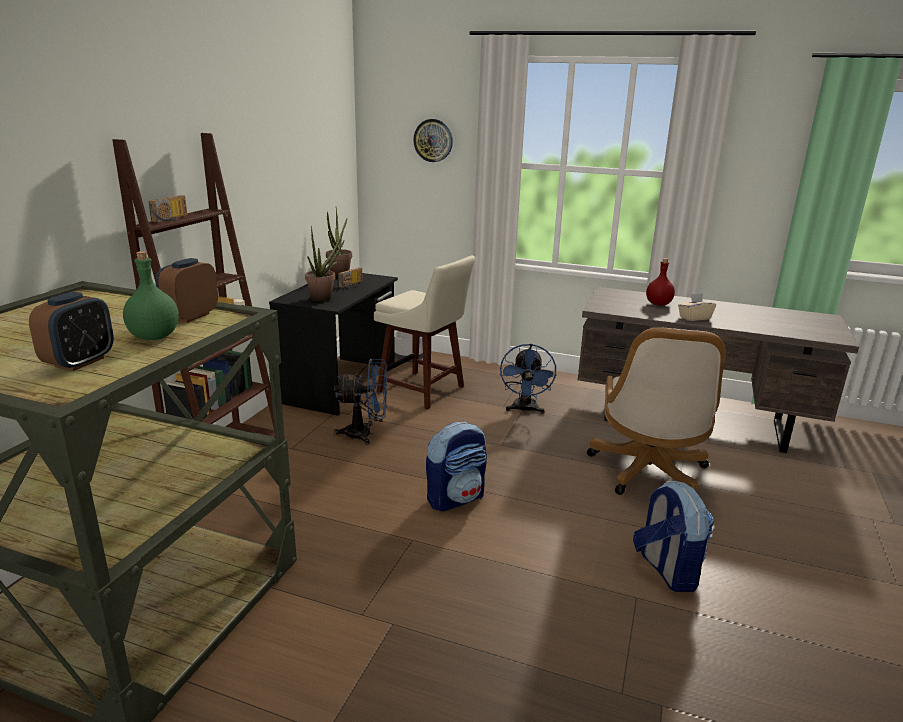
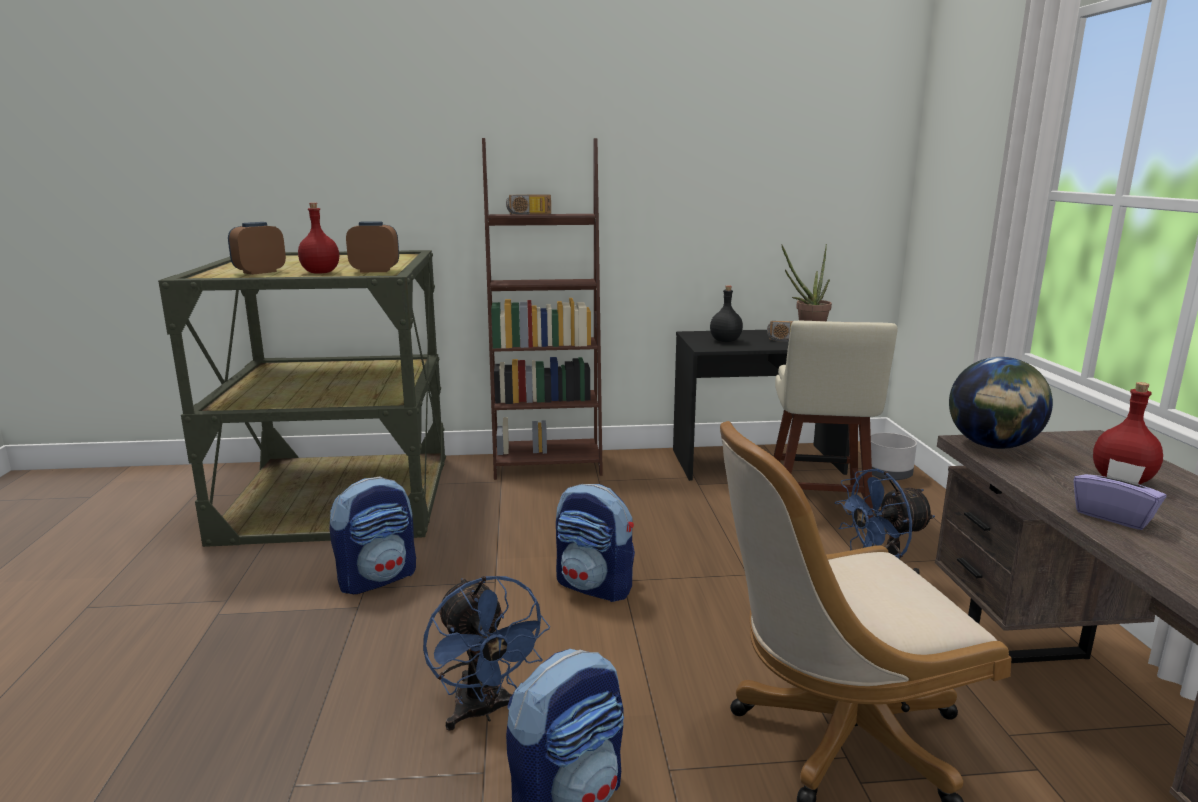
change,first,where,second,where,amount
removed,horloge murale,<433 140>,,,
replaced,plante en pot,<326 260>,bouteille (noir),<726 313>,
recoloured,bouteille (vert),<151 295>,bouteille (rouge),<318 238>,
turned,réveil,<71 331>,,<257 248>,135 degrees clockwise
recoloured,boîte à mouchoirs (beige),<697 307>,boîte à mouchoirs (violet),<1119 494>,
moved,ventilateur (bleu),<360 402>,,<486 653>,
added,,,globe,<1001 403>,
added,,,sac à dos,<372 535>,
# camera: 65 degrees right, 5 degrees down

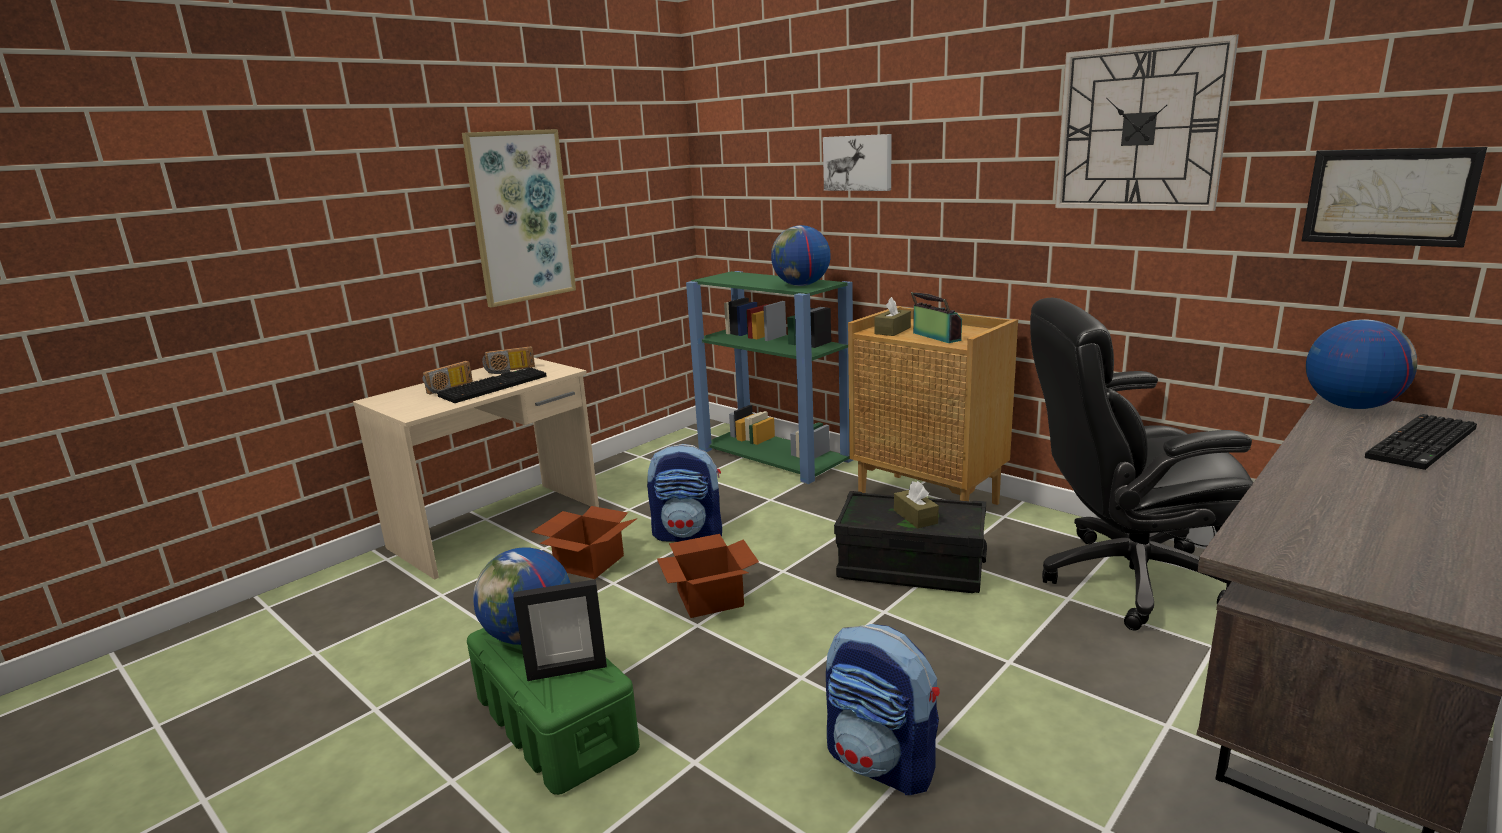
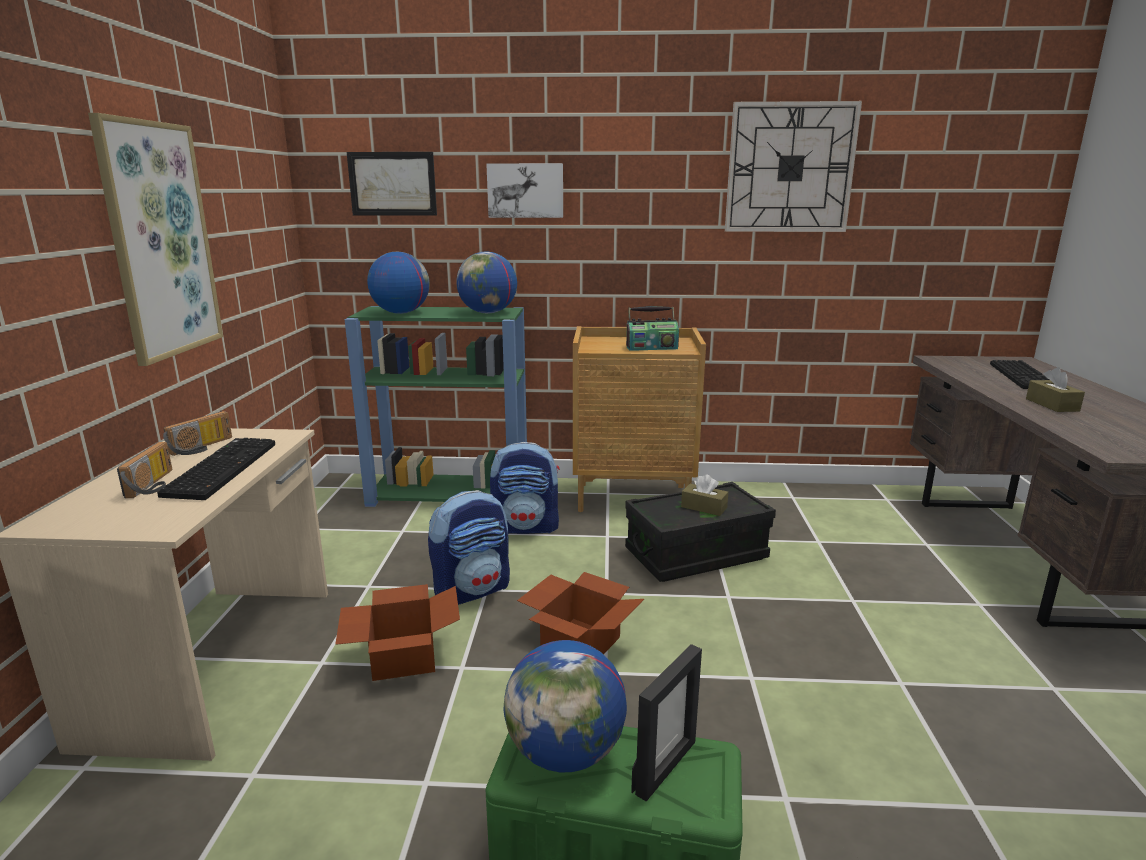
change,first,where,second,where,amount
moved,tableau,<1394 197>,,<392 184>,
turned,radio,<936 317>,,<652 328>,150 degrees clockwise
moved,boîte à mouchoirs (marron),<892 316>,,<1055 389>,
removed,chaise de bureau (noir),<1141 464>,,,
moved,globe,<1361 364>,,<398 283>,
moved,sac à dos,<883 709>,,<525 488>,
# camera: 40 degrees left, 0 degrees up

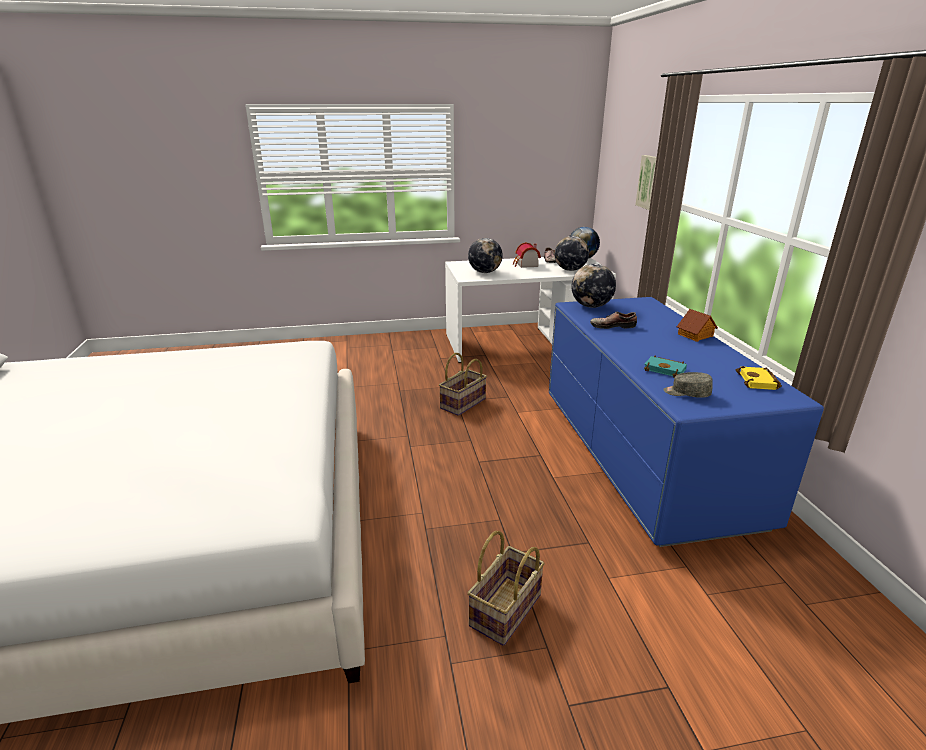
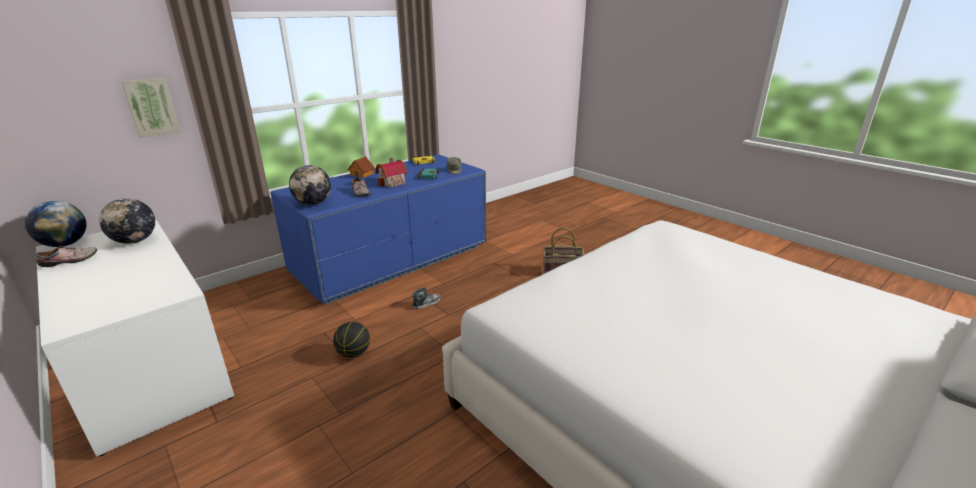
change,first,where,second,where,amount
removed,globe,<485 255>,,,
moved,maison miniature,<527 255>,,<391 173>,
replaced,panier,<463 384>,ballon de basket,<351 340>,
added,,,chaussure,<426 298>,
# camera: 120 degrees left, 0 degrees up

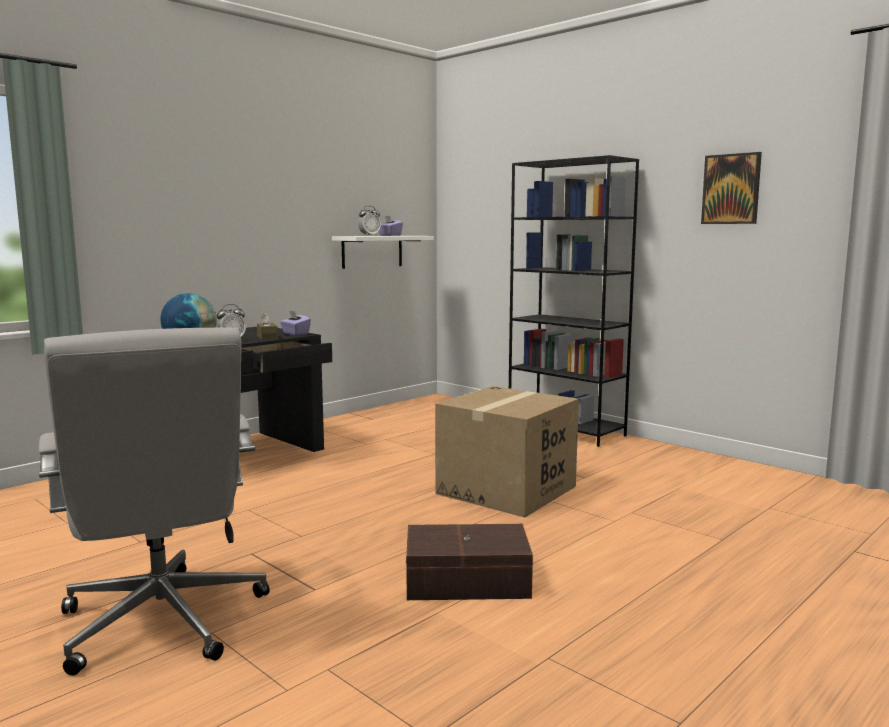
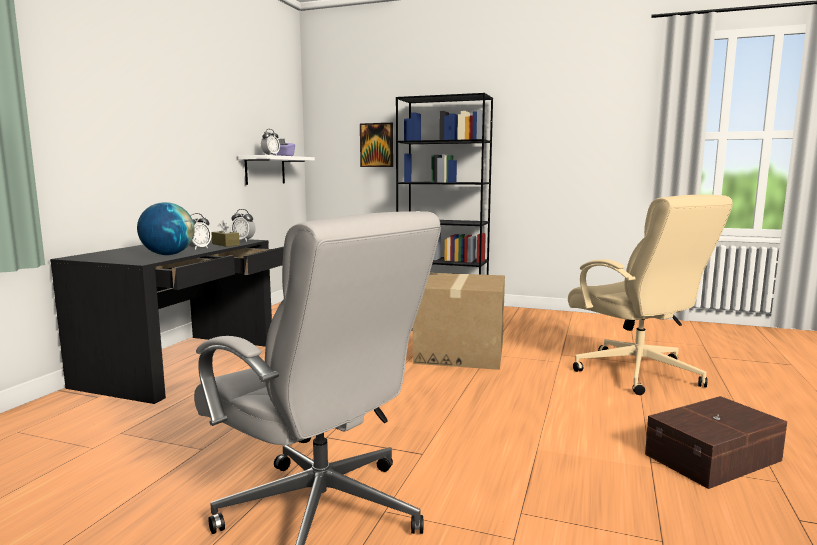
change,first,where,second,where,amount
moved,tableau,<731 188>,,<376 145>,
replaced,boîte à mouchoirs (violet),<295 323>,réveil,<243 225>,
moved,boîte de rangement (marron),<469 562>,,<716 442>,
added,,,chaise de bureau (beige),<650 295>,
# camera: 25 degrees left, 0 degrees up

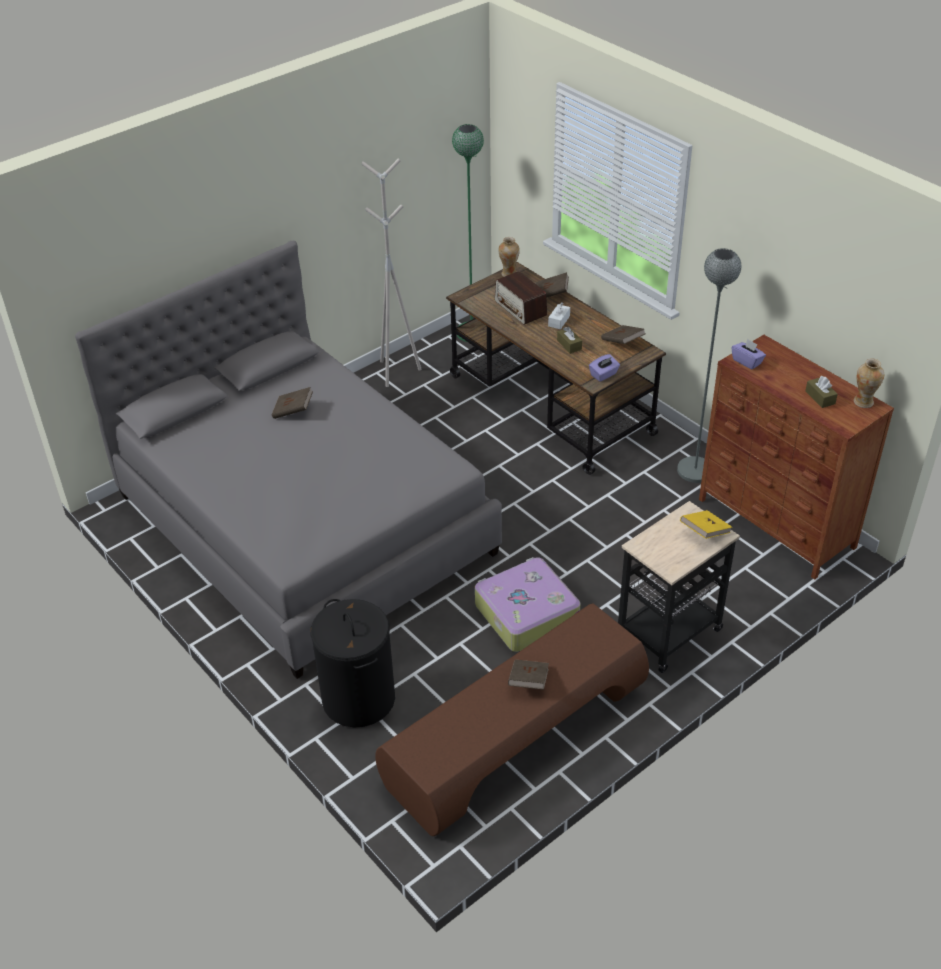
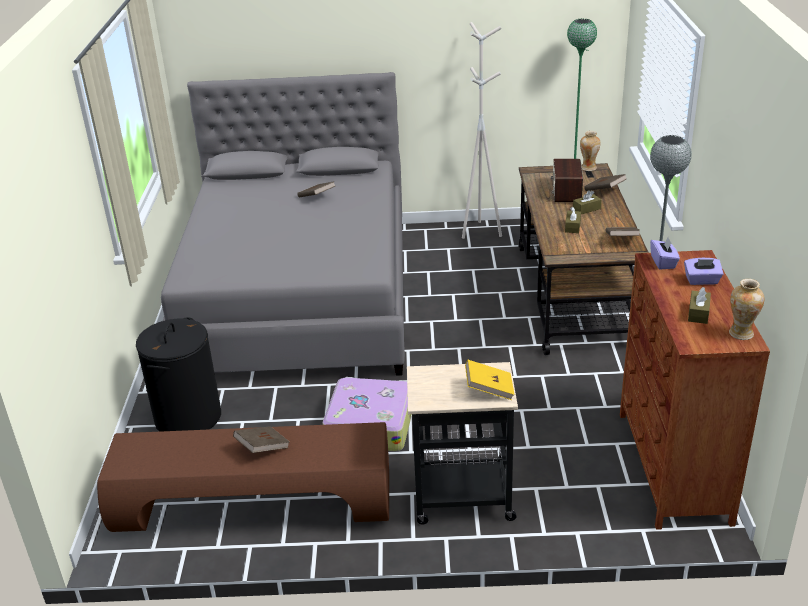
change,first,where,second,where,amount
recoloured,boîte à mouchoirs (blanc),<559 316>,boîte à mouchoirs (marron),<587 202>,
moved,boîte à mouchoirs (violet),<604 368>,,<704 271>,
# camera: 40 degrees right, 10 degrees down

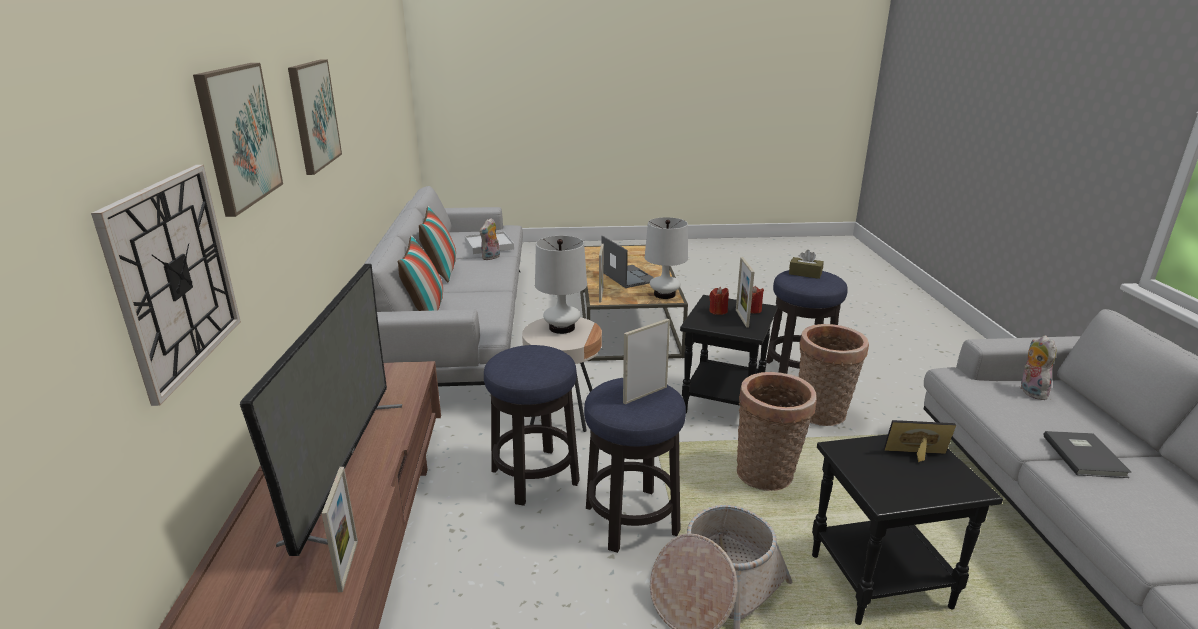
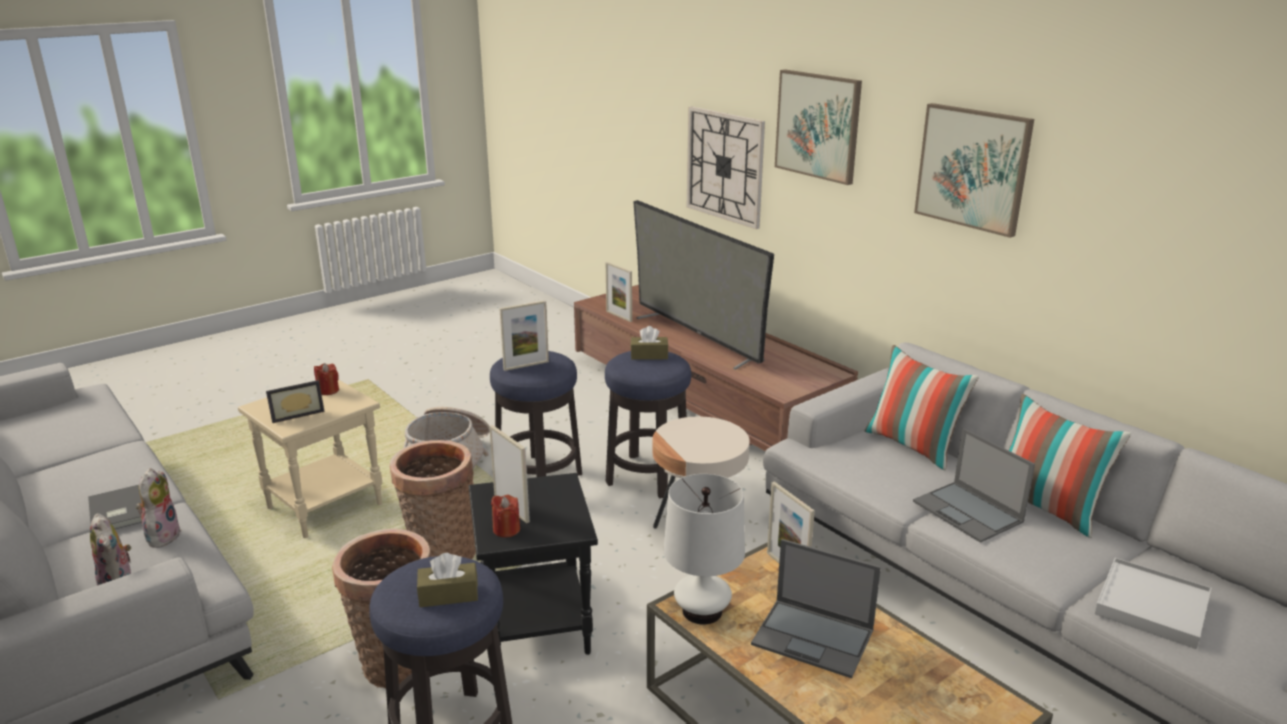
change,first,where,second,where,amount
moved,peluche,<489 239>,,<158 508>,
removed,lampe de table (blanc),<561 285>,,,
moved,bougie (rouge),<719 301>,,<326 379>,
turned,cadre photo,<646 361>,,<524 335>,45 degrees clockwise
recoloured,table d'appoint (noir),<907 529>,table d'appoint (beige),<310 458>,
added,,,boîte à mouchoirs (marron),<649 343>,
added,,,ordinateur portable,<974 485>,
# camera: 145 degrees right, 0 degrees up

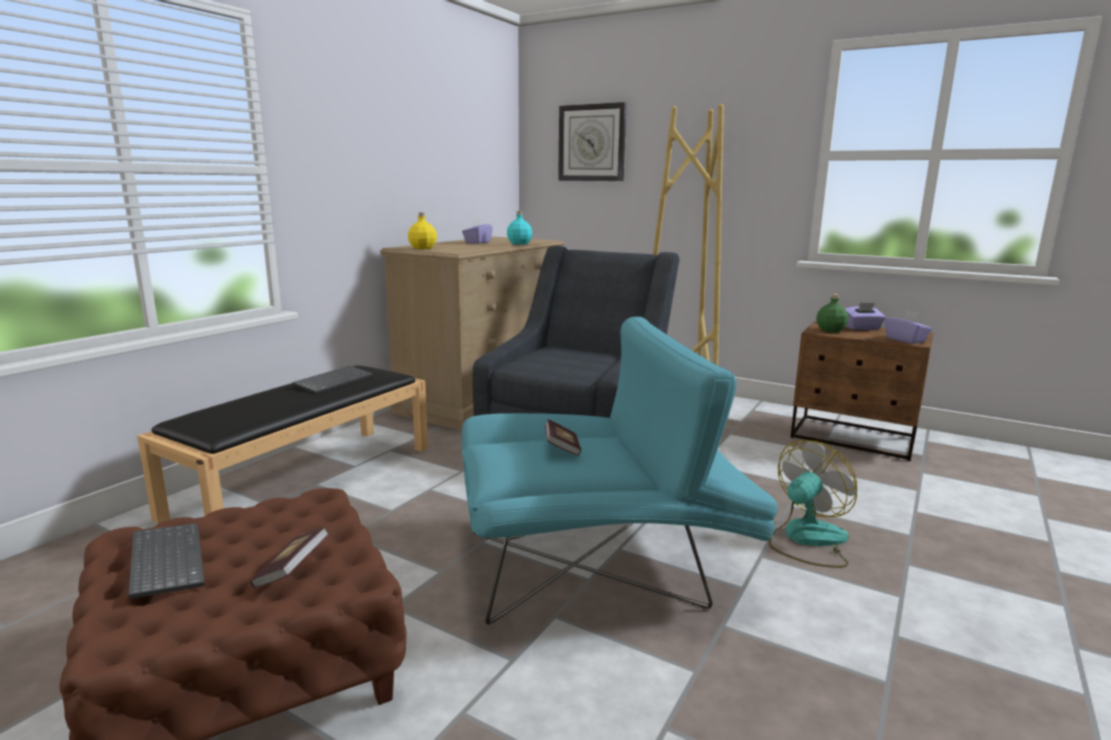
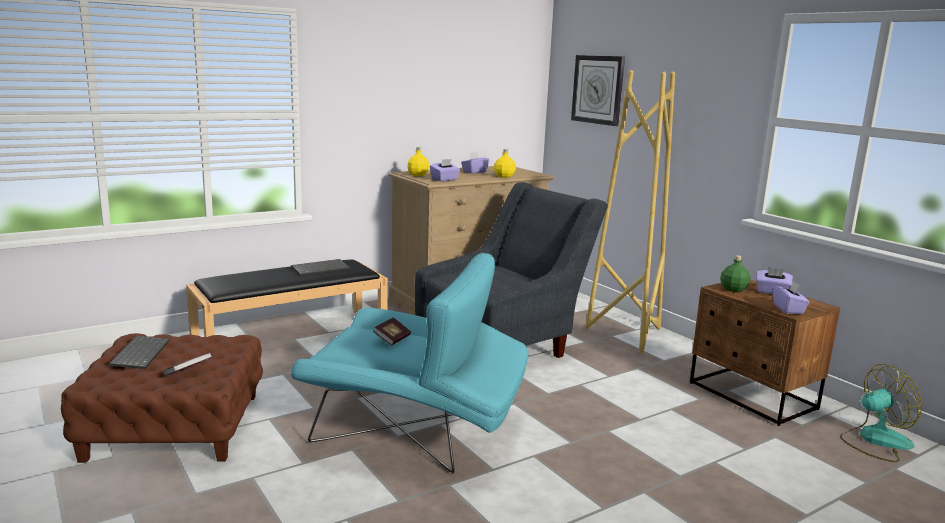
change,first,where,second,where,amount
recoloured,bouteille (turquoise),<519 228>,bouteille (jaune),<505 163>,
moved,ventilateur,<813 504>,,<881 413>,
added,,,boîte à mouchoirs (violet),<445 170>,
# camera: 25 degrees right, 0 degrees up

